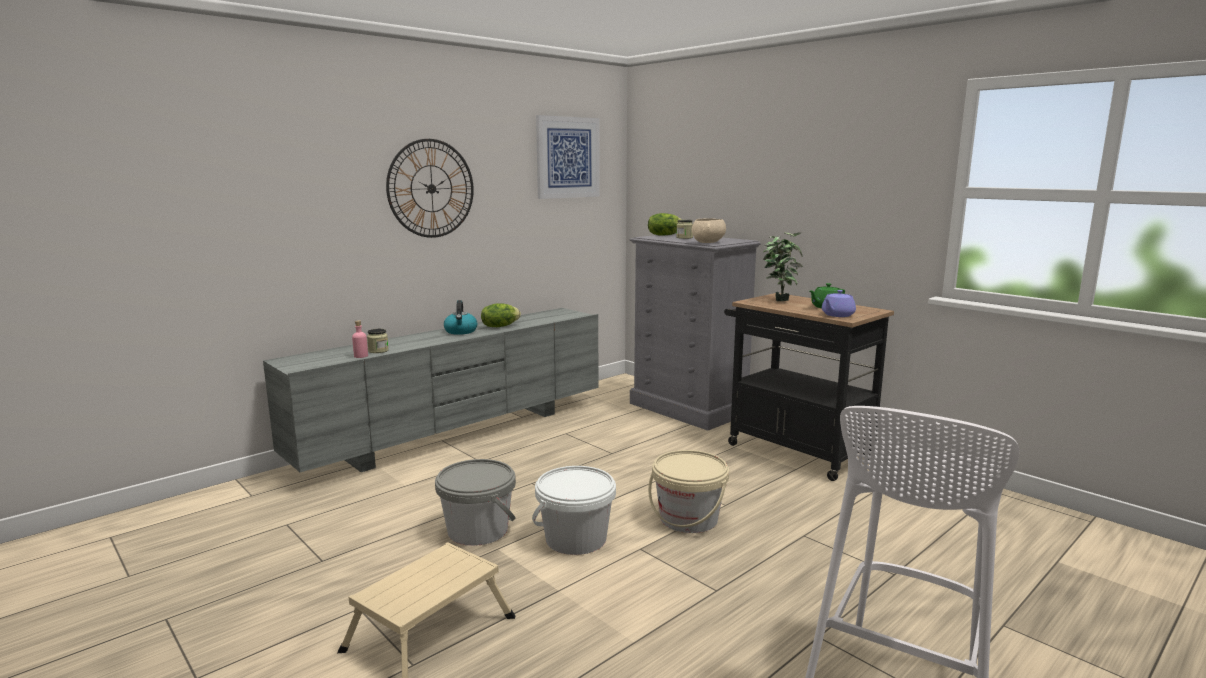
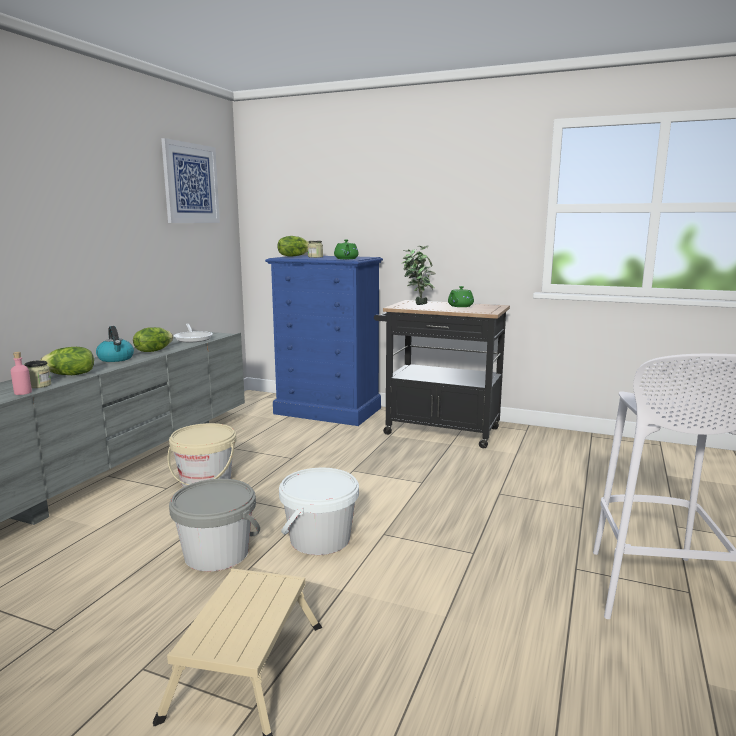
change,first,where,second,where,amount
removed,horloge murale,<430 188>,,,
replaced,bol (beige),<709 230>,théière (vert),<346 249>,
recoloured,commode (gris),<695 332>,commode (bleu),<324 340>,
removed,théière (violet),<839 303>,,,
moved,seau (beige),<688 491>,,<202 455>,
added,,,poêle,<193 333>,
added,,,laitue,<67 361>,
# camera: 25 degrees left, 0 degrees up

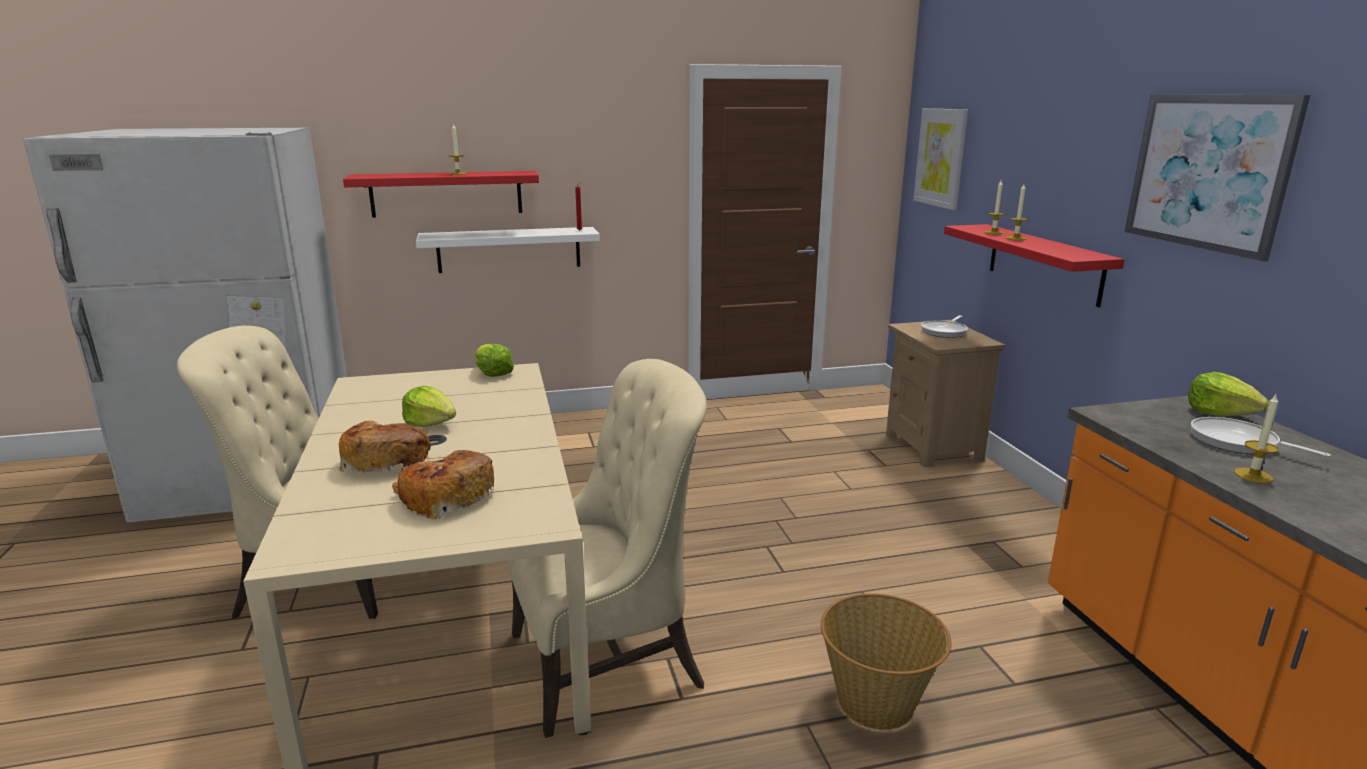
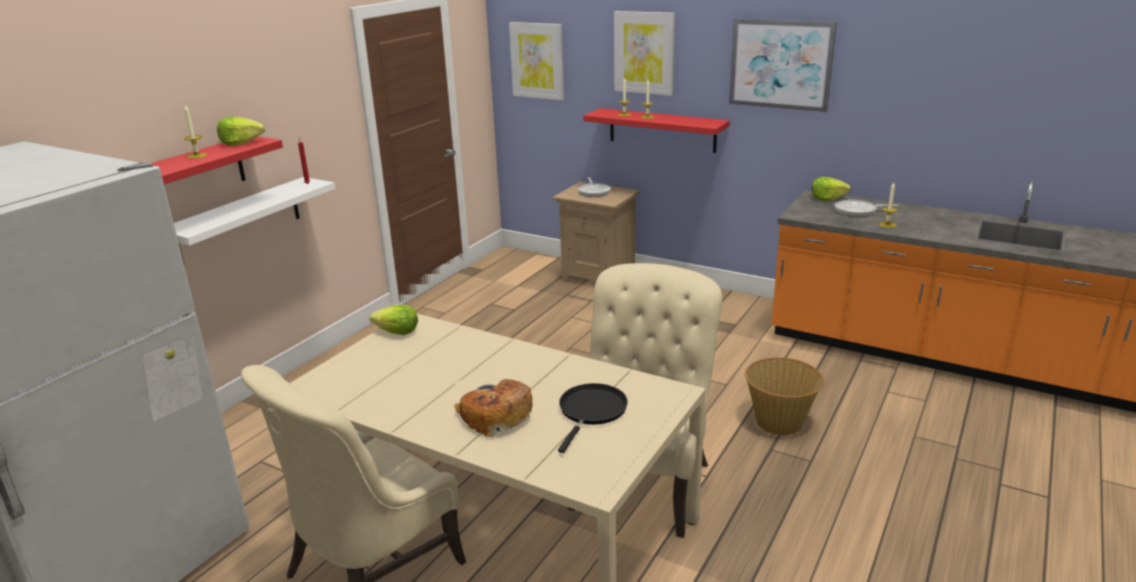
change,first,where,second,where,amount
moved,laitue,<429 406>,,<241 131>,
replaced,pain,<443 485>,poêle (noir),<593 418>,
added,,,tableau,<644 53>,
# camera: 45 degrees left, 5 degrees up

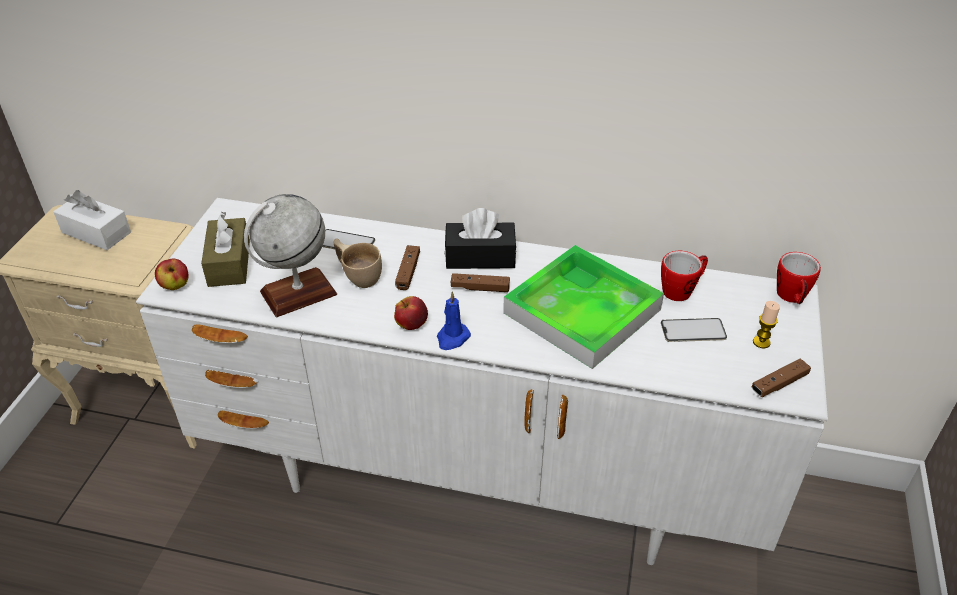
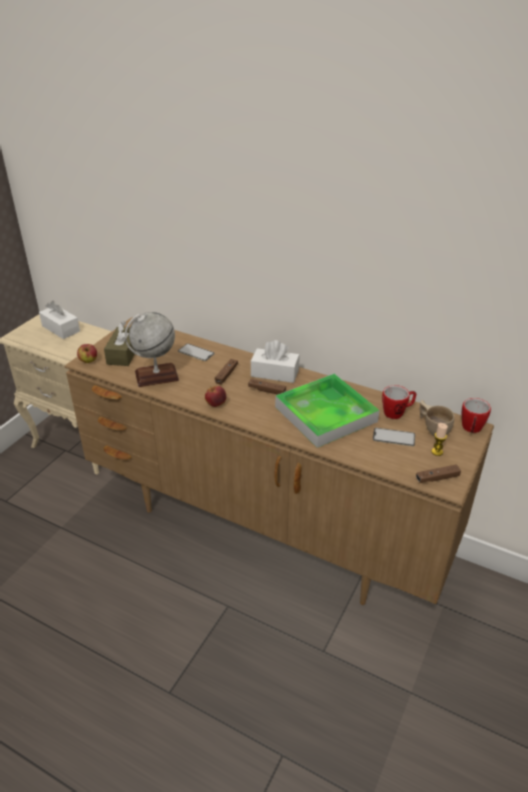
change,first,where,second,where,amount
recoloured,commode (blanc),<482 381>,commode (marron),<279 461>,
recoloured,boîte à mouchoirs (noir),<481 238>,boîte à mouchoirs (blanc),<275 361>,
moved,tasse (beige),<357 263>,,<437 418>,
removed,bougie (bleu),<454 321>,,,
# camera: 15 degrees right, 5 degrees down

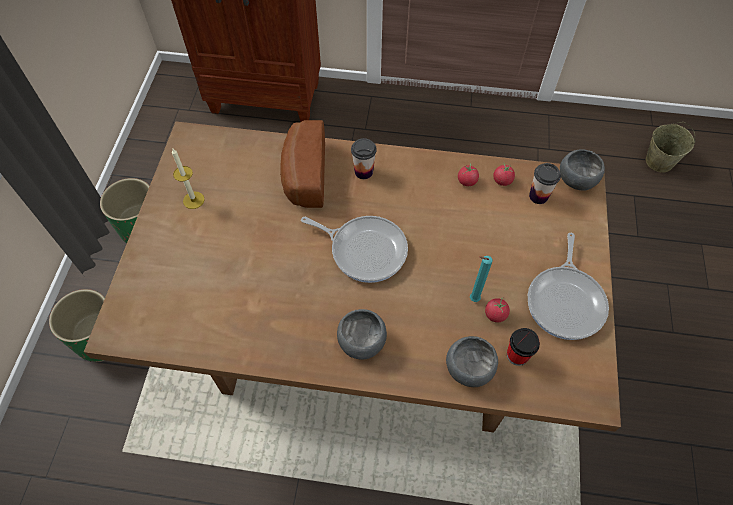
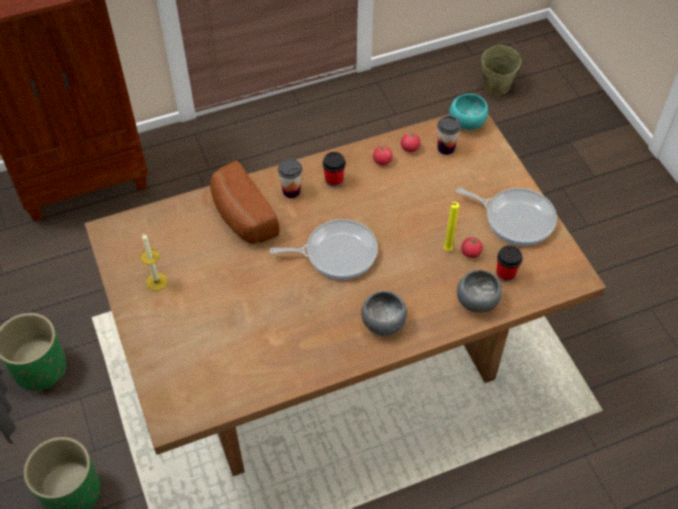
change,first,where,second,where,amount
recoloured,bol (gris),<582 170>,bol (turquoise),<468 112>,
turned,poêle,<568 286>,,<506 217>,45 degrees counterclockwise
recoloured,bougie (turquoise),<481 279>,bougie (jaune),<451 226>,
added,,,tasse,<334 170>,
# camera: 30 degrees left, 5 degrees down

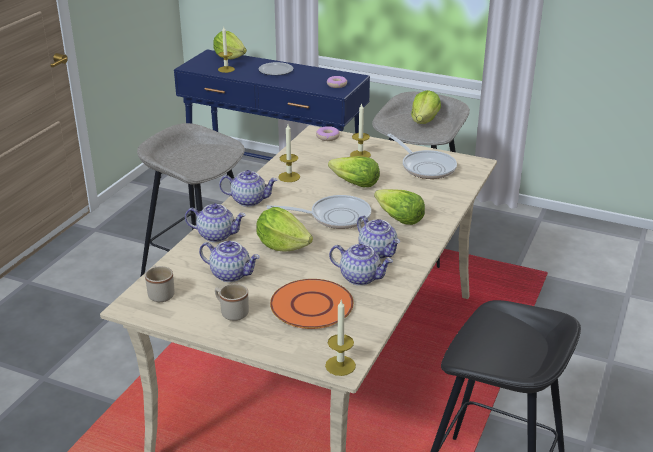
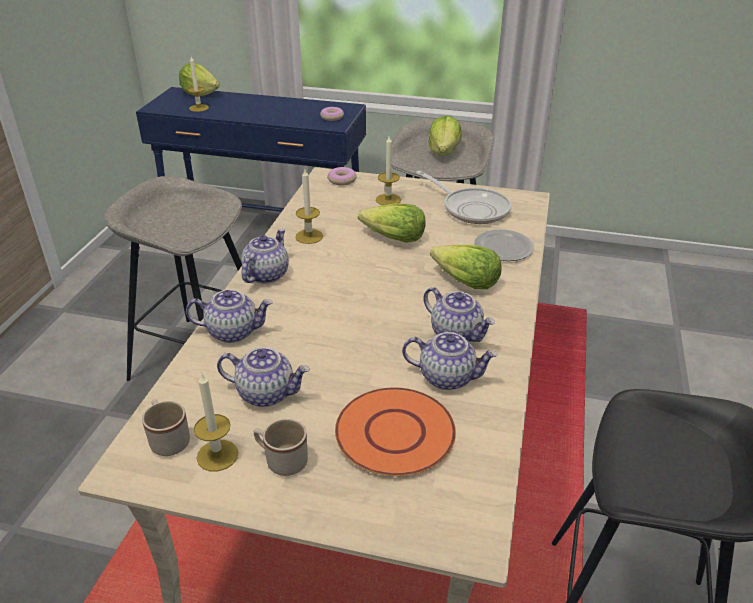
change,first,where,second,where,amount
moved,assiette,<276 68>,,<504 245>,
turned,théière,<248 188>,,<265 256>,60 degrees counterclockwise
removed,poêle,<319 212>,,,
removed,laitue,<284 229>,,,
moved,bougie,<340 338>,,<216 422>,
# camera: 10 degrees left, 5 degrees up

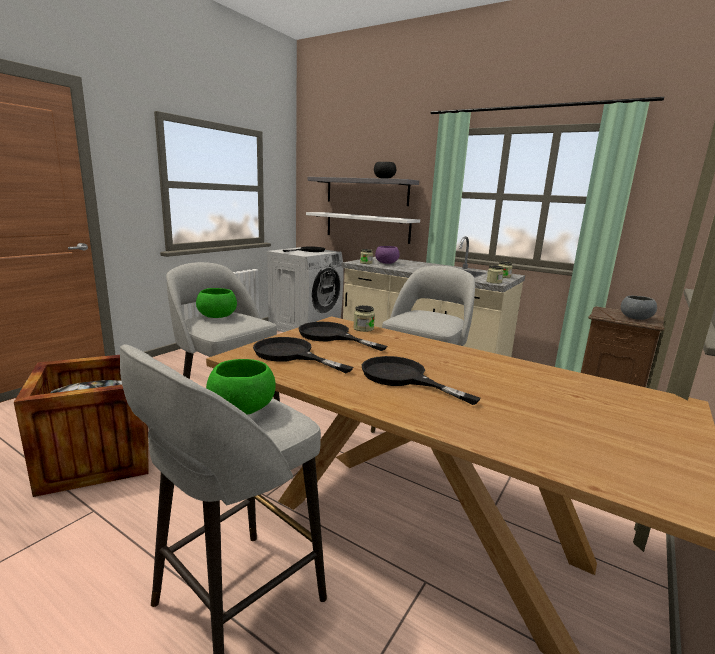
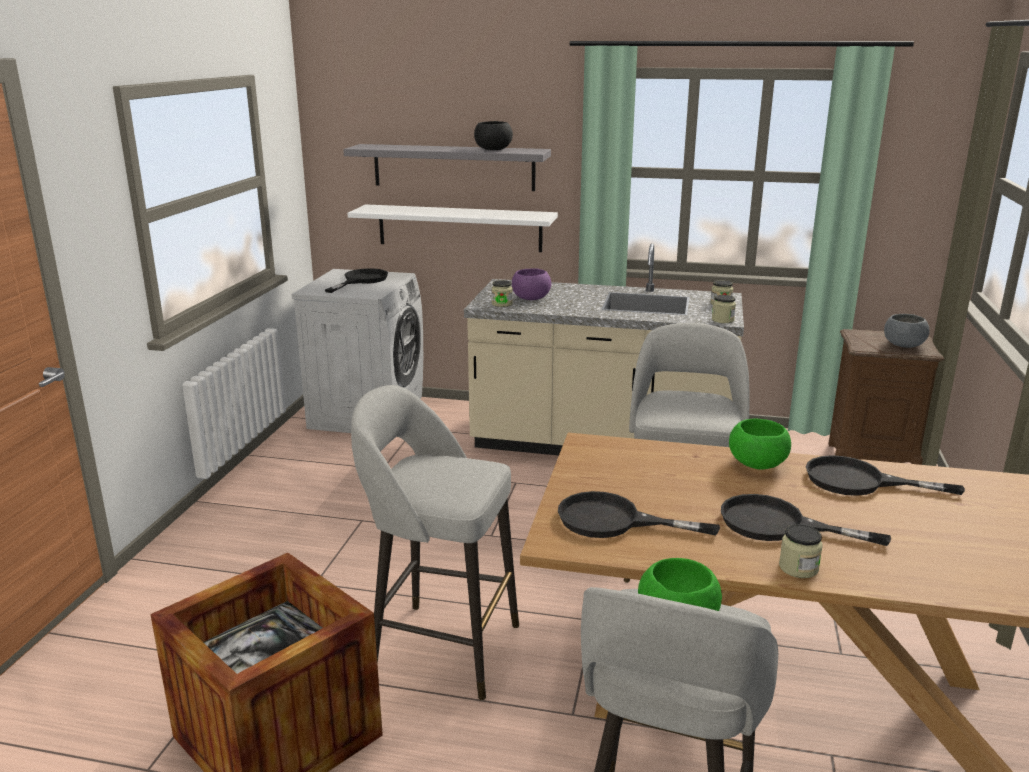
change,first,where,second,where,amount
moved,bol (vert),<216 303>,,<760 444>,
moved,bocal,<364 318>,,<801 551>,
moved,poêle (noir),<343 336>,,<885 475>,
# camera: 20 degrees left, 5 degrees up

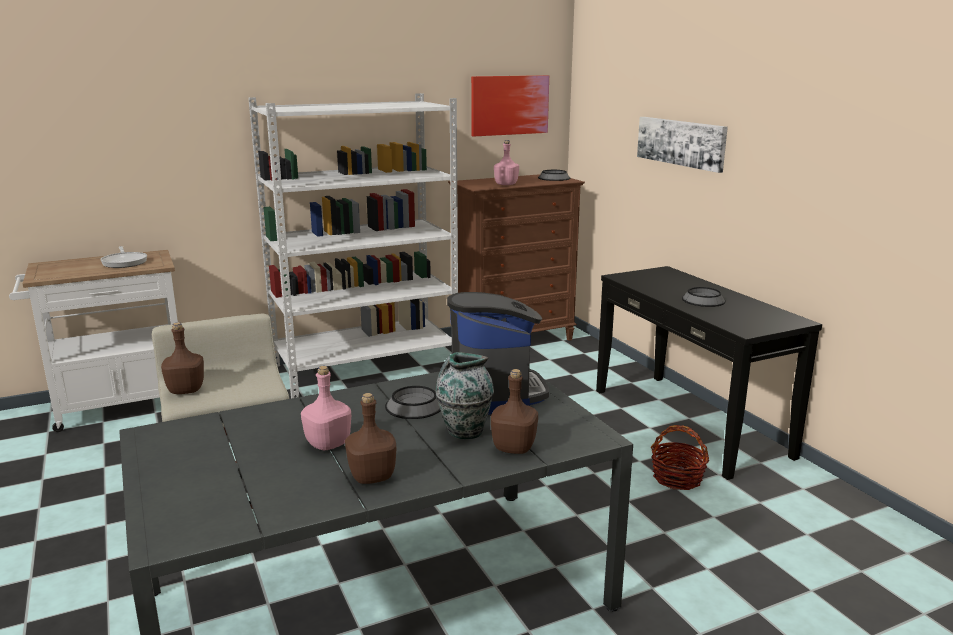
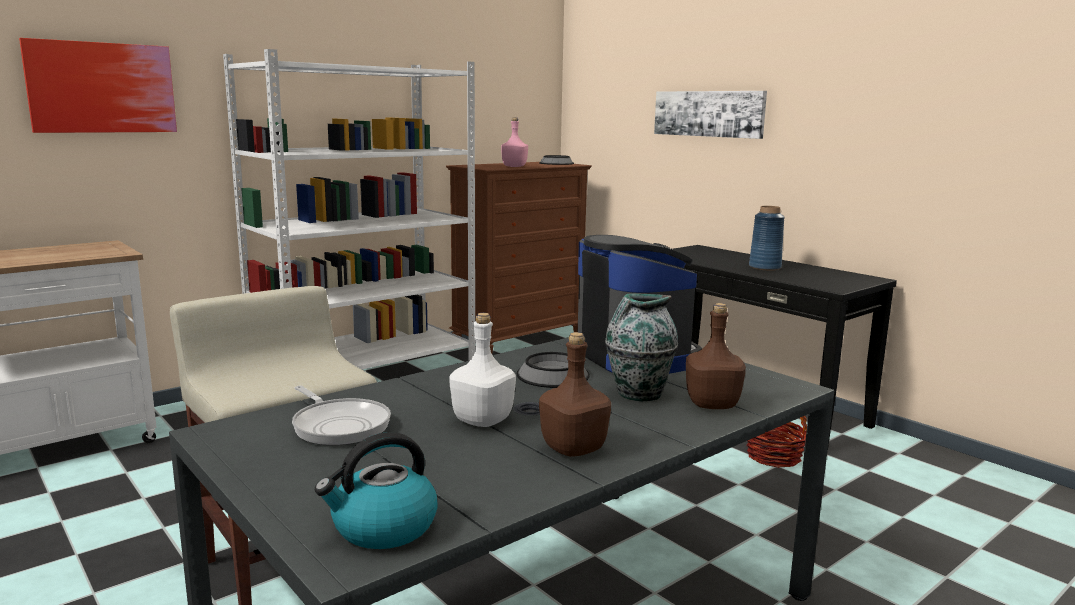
change,first,where,second,where,amount
moved,tableau,<510 106>,,<98 85>,
moved,poêle,<123 257>,,<341 416>,
replaced,bol,<704 297>,vase (bleu),<766 238>,
removed,bouteille (marron),<182 358>,,,
recoloured,bouteille (rose),<326 408>,bouteille (blanc),<482 370>,
added,,,bouilloire,<376 490>,
# camera: 15 degrees left, 5 degrees down

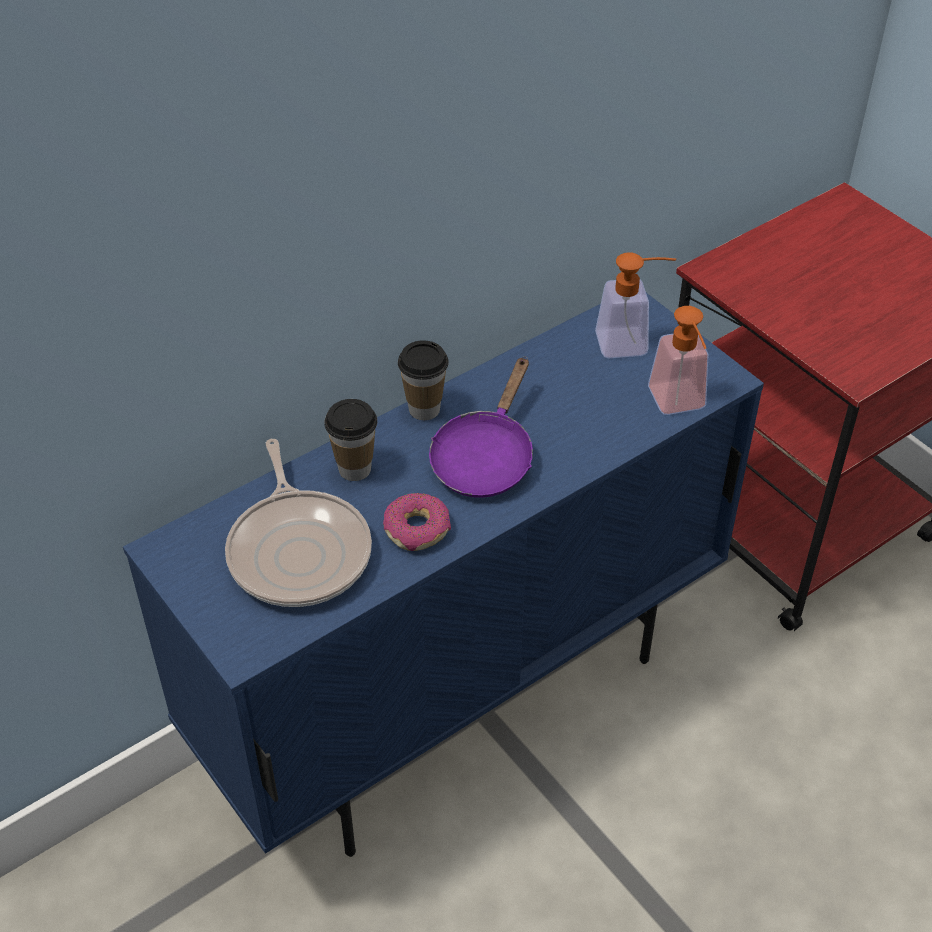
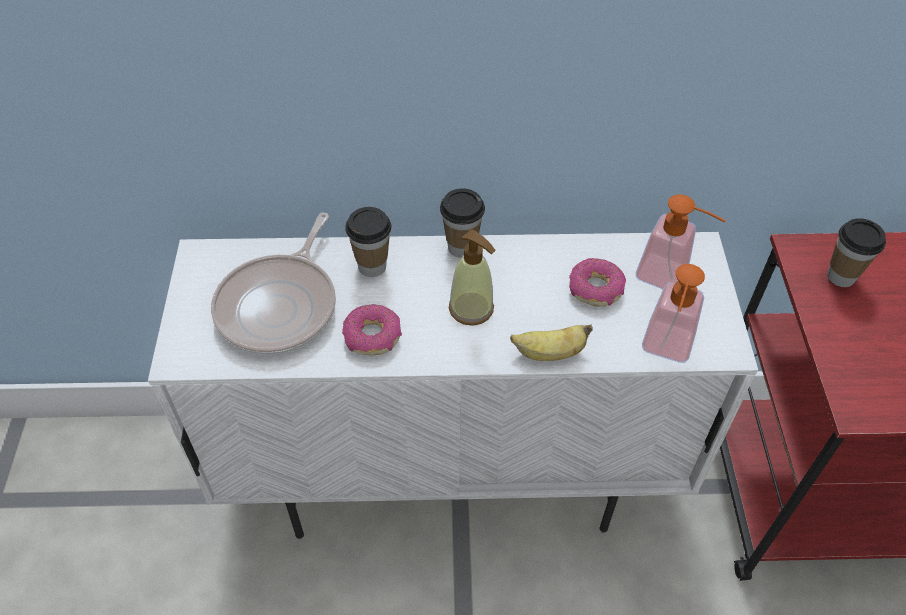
change,first,where,second,where,amount
recoloured,meuble de rangement (bleu),<443 575>,meuble de rangement (blanc),<453 385>,
replaced,poêle (violet),<481 427>,distributeur de savon,<472 277>,
added,,,tasse,<856 252>,
added,,,beignet,<597 282>,
added,,,banane,<551 343>,
# camera: 35 degrees right, 5 degrees up

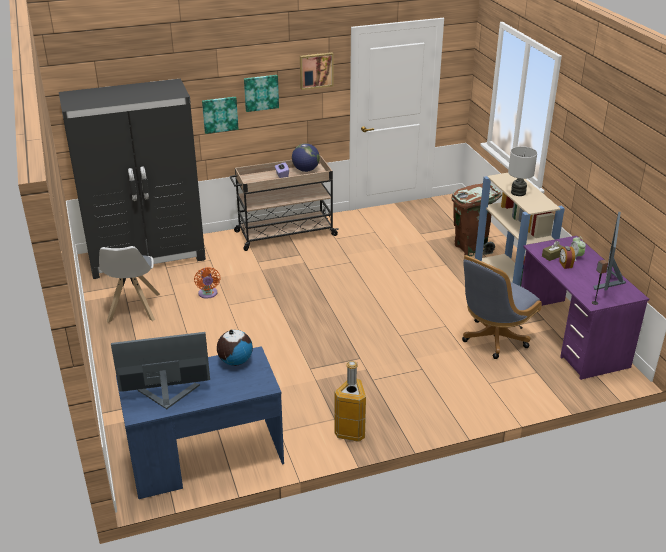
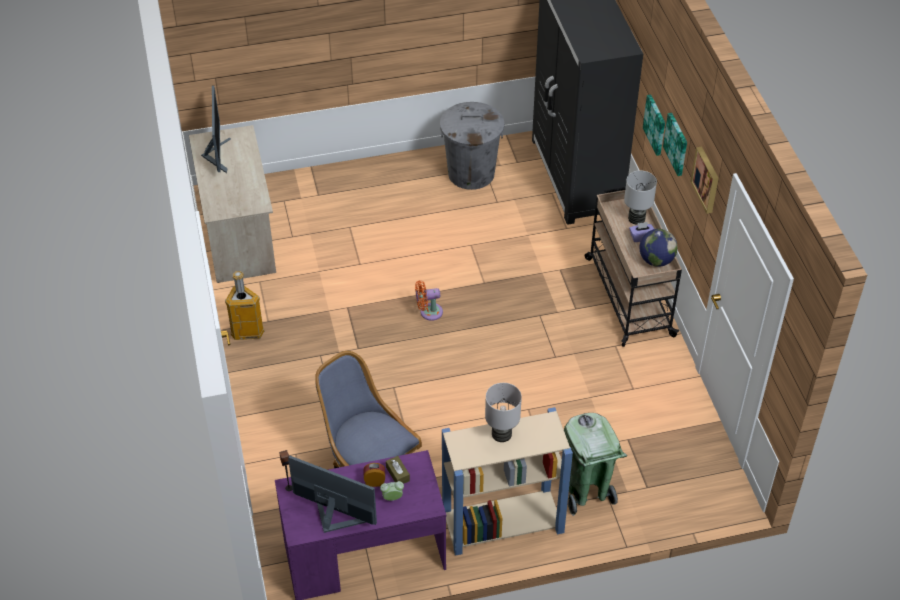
change,first,where,second,where,amount
recoloured,poubelle (marron),<476 219>,poubelle (vert),<595 464>,
replaced,chaise,<129 284>,poubelle (gris),<472 146>,
moved,ventilateur (orange),<207 283>,,<429 300>,
removed,globe,<235 348>,,,
recoloured,bureau (bleu),<200 422>,bureau (beige),<232 204>,
added,,,lampe de table (gris),<640 197>,
# camera: 95 degrees right, 15 degrees up

